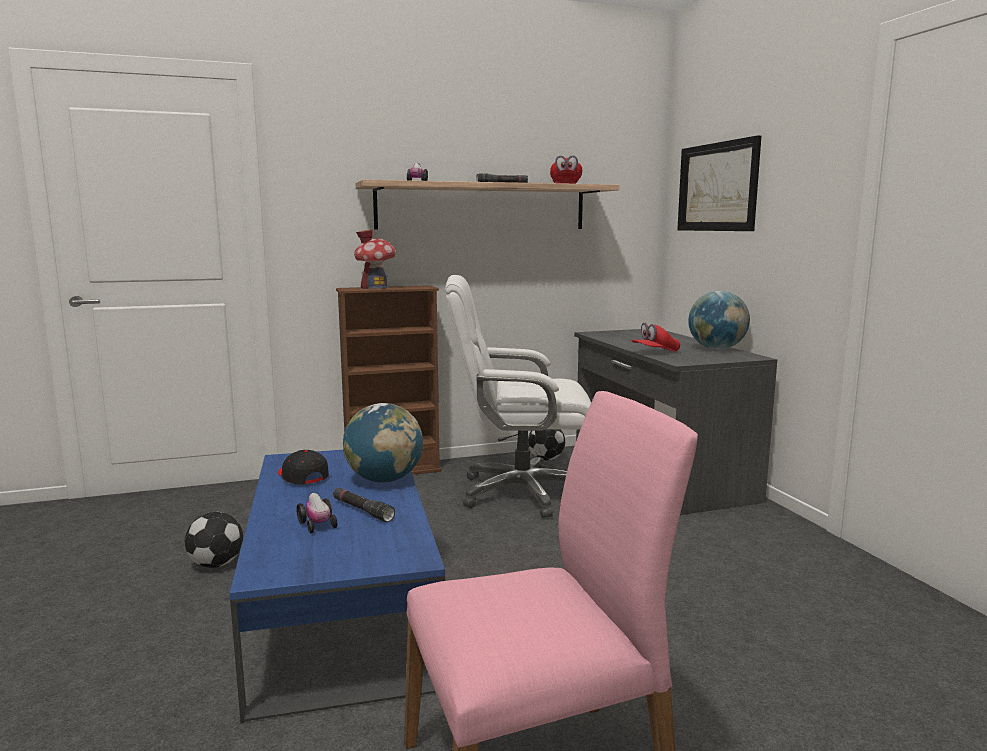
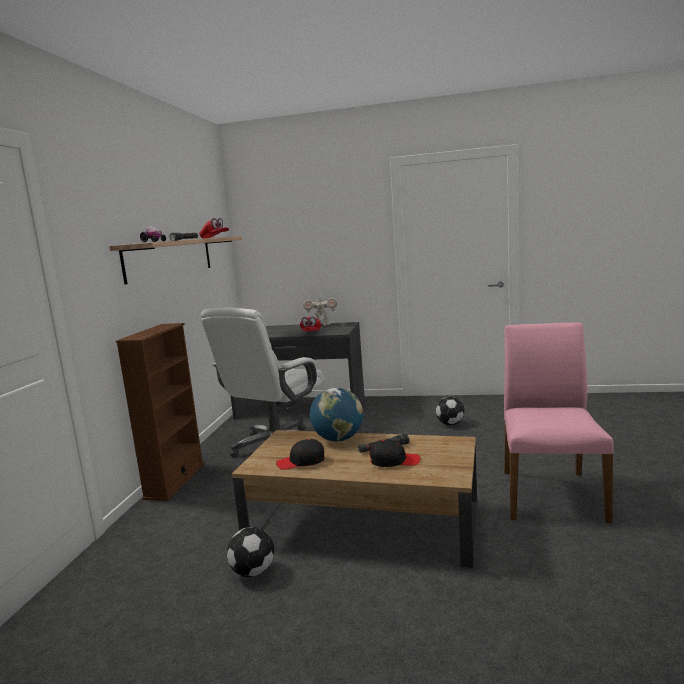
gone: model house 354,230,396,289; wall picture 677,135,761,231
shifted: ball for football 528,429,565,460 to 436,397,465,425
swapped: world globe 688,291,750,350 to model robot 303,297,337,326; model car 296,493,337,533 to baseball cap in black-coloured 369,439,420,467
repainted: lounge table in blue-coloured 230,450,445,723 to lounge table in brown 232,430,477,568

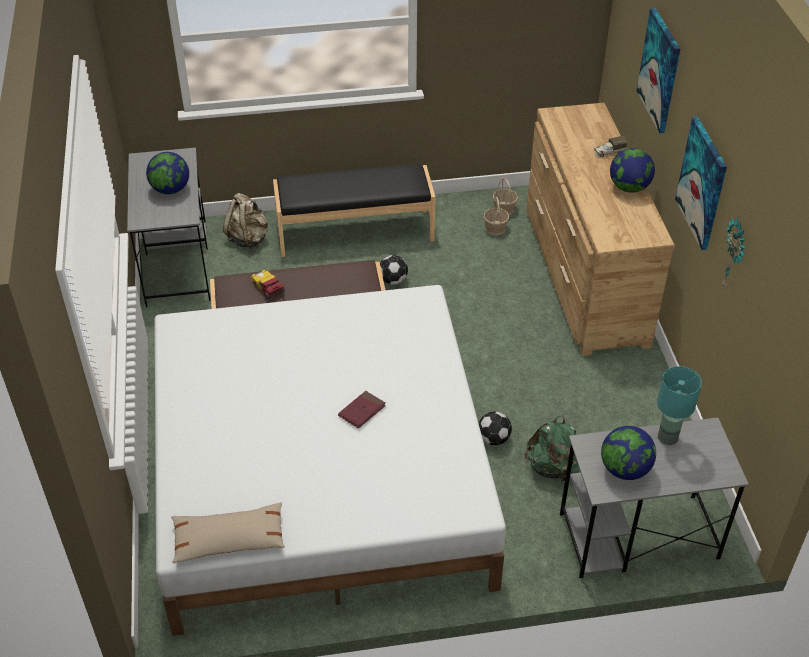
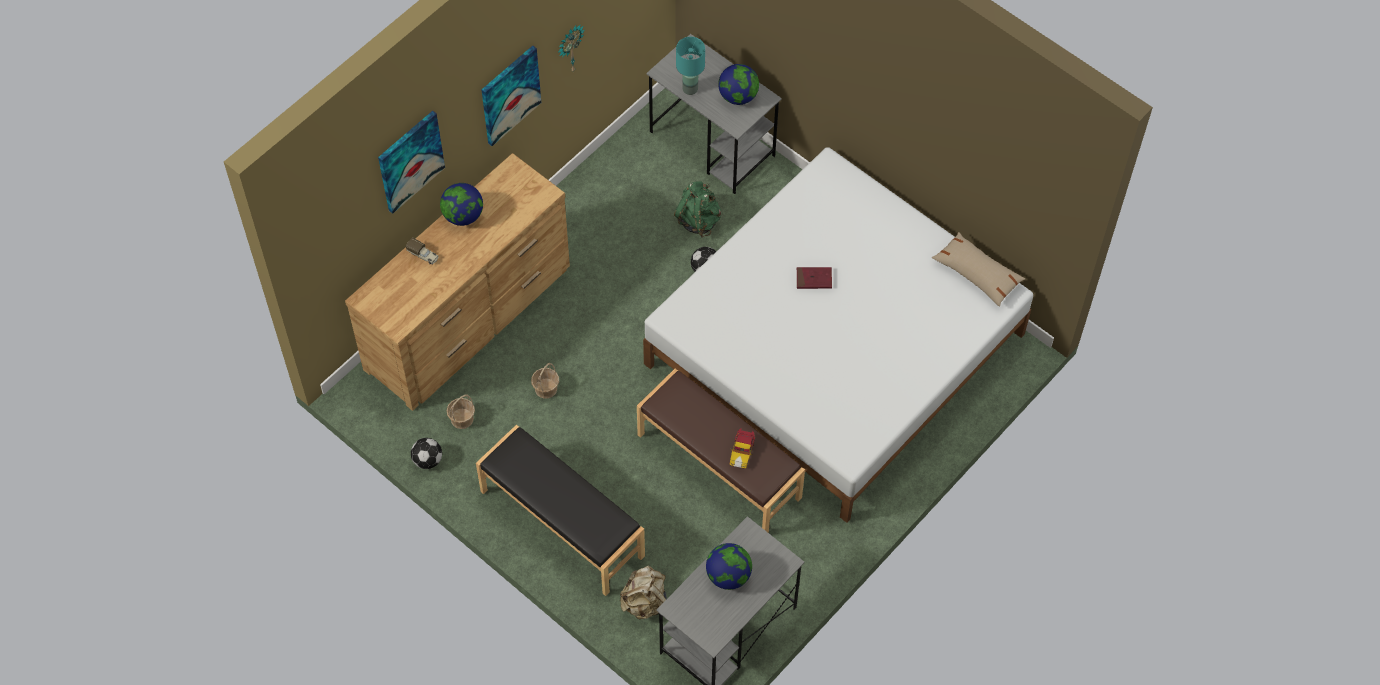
shifted: ball for football 380,255,408,285 to 411,438,442,469; household basket 493,178,518,215 to 531,363,559,399

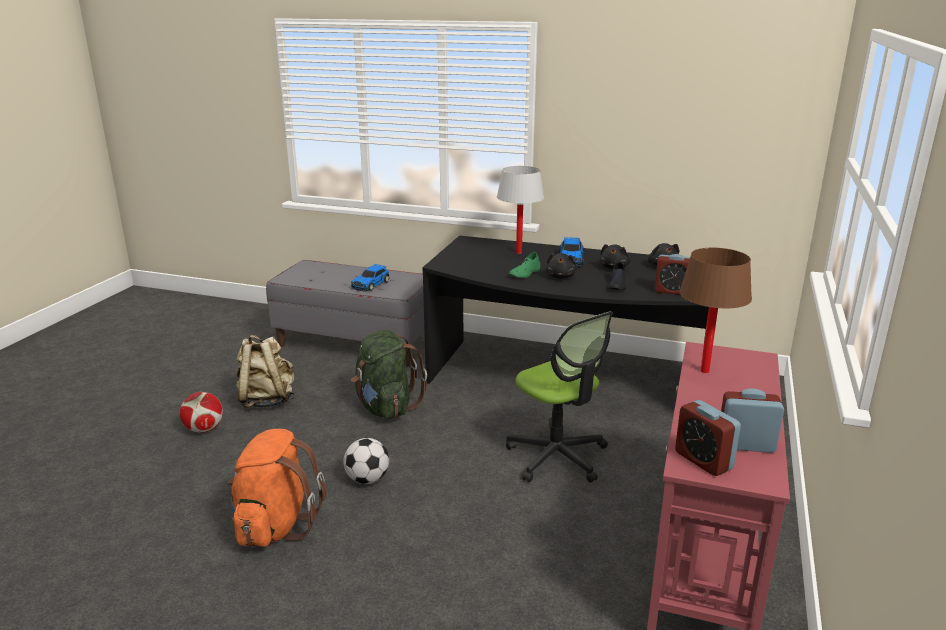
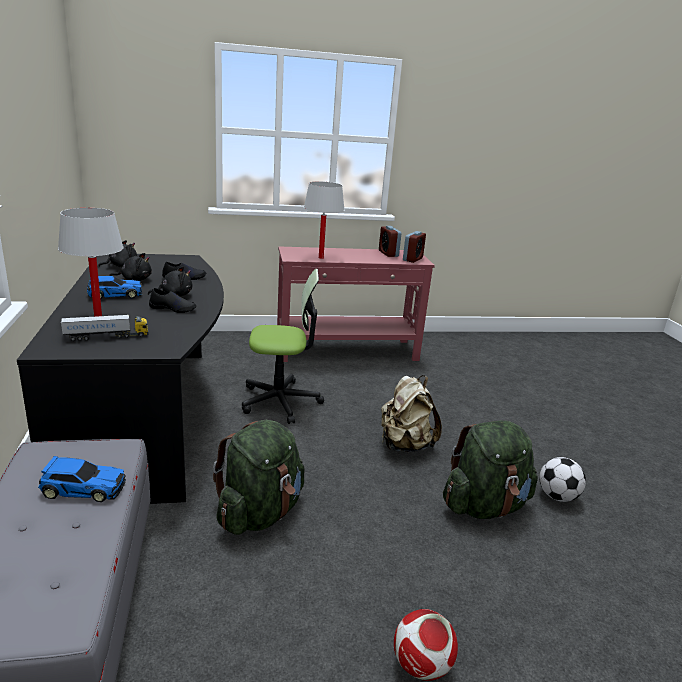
gone: table clock 655,254,690,295
new: toy truck 61,314,148,341
shifted: rucksack in beige-coloured 236,335,295,408 to 381,375,442,452; ball for football 343,438,389,484 to 540,457,586,502
repainted: item of footwear in greenish 509,252,540,278 to item of footwear in black-coloured 149,288,197,313; lamp for a table in brown 679,248,752,373 to lamp for a table in white 304,182,345,259; rucksack in orange-coloured 228,429,327,547 to rucksack in greenish 443,420,538,519
rotated: desk chair 506,311,613,483 = 242,269,324,424 60 degrees clockwise

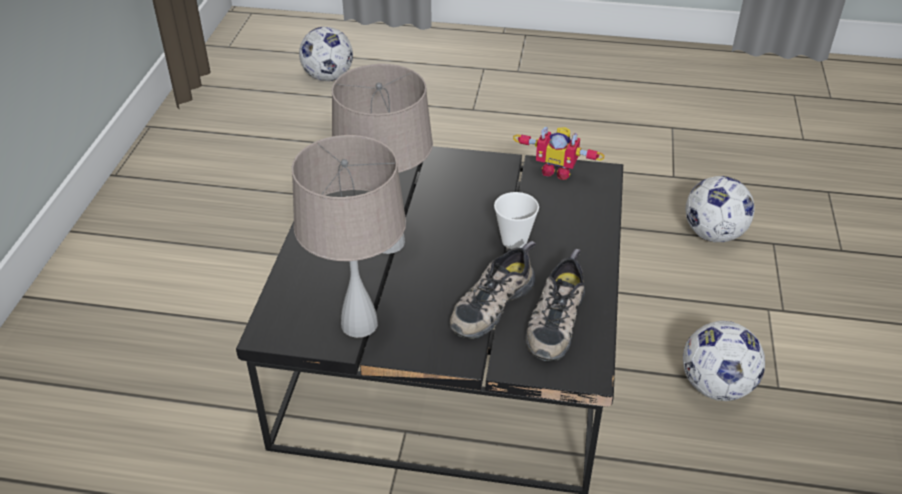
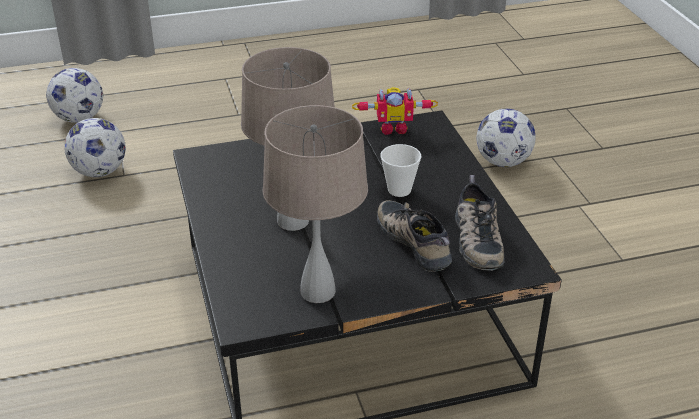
shifted: ball for football 683,321,765,401 to 64,118,126,177
rotated: item of footwear 450,241,536,339 = 377,200,452,272 135 degrees clockwise

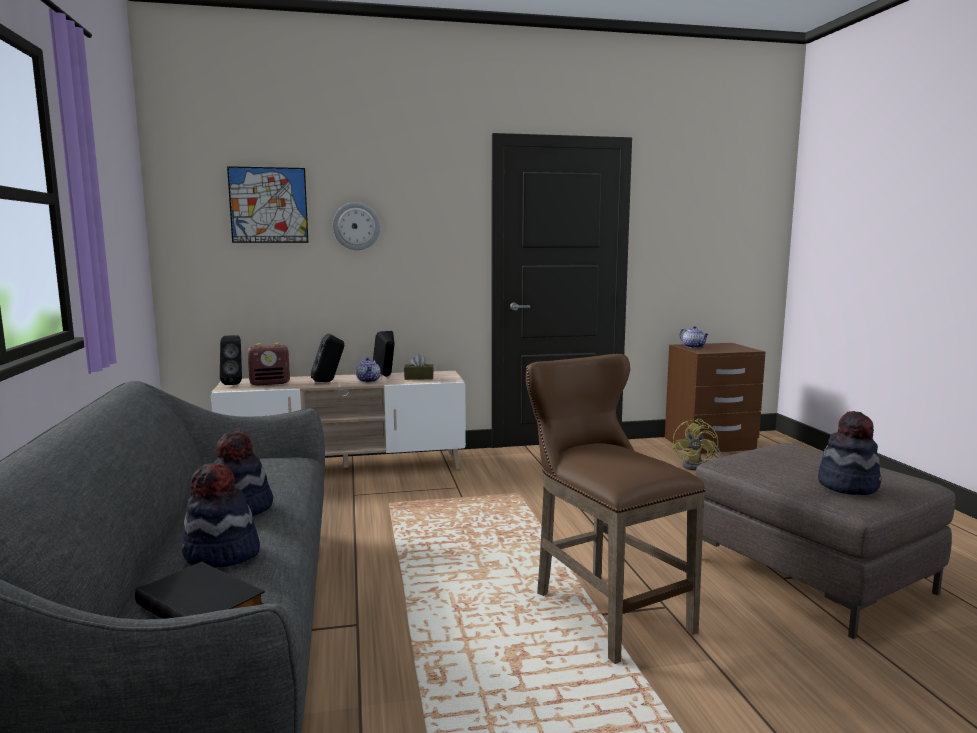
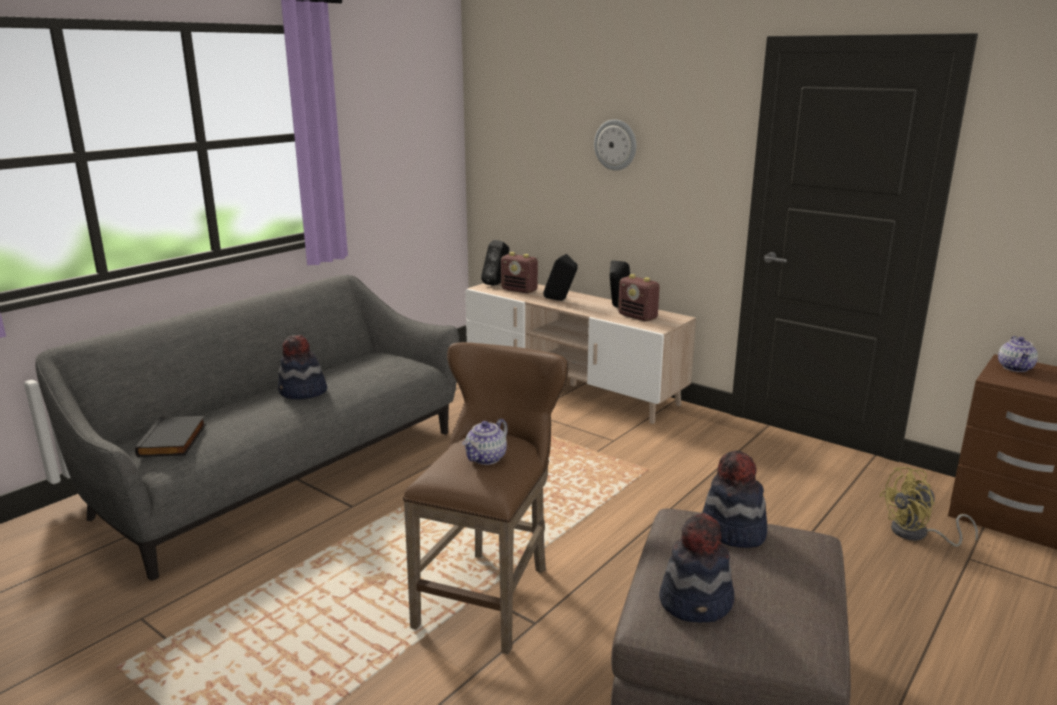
gone: wall picture 227,166,309,243
shifted: pot for tea 356,357,380,382 to 462,419,508,465; clothing hat 182,463,260,568 to 702,451,767,548
swapped: tissue box in brown 404,354,434,380 to radio 618,274,660,321

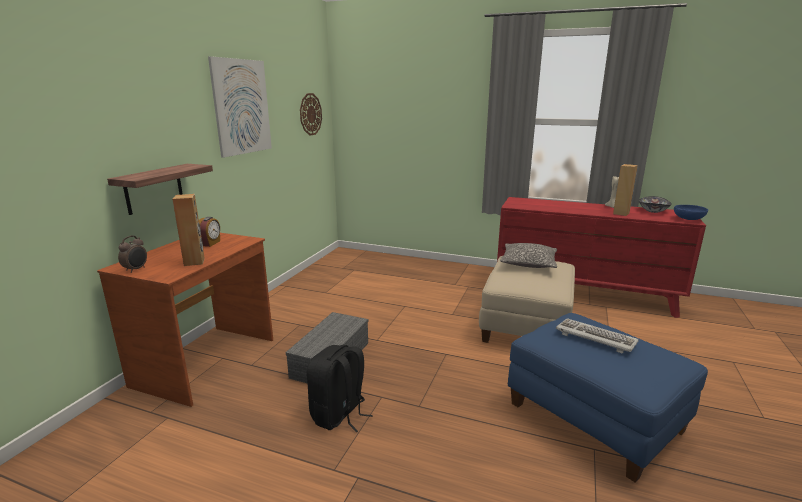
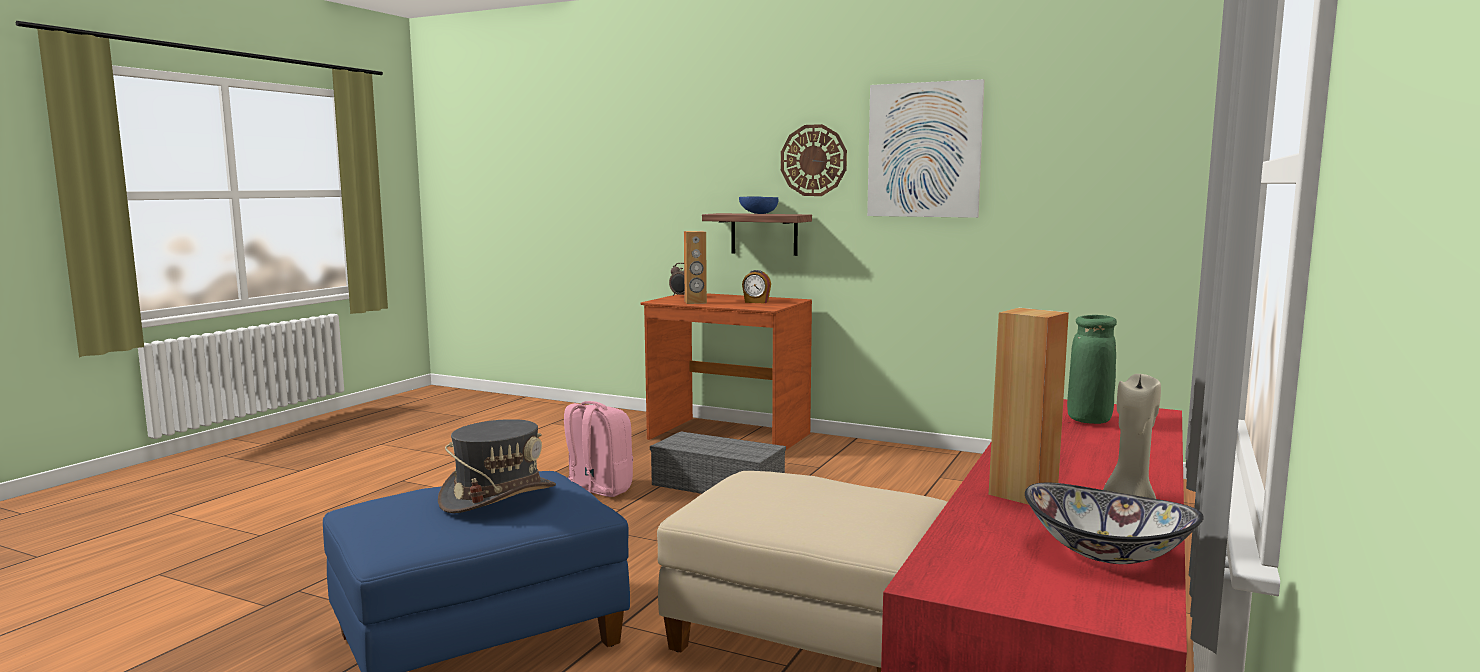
gone: pillow 500,243,557,268
new: vase in greenish 1067,315,1117,424
shifted: bowl in blue-coloured 674,205,708,220 to 739,196,778,214; clock on the wall 300,93,322,136 to 781,124,847,196
swapped: computer keyboard 556,318,639,354 to clothing hat in gray 438,419,556,513
repainted: rucksack in black-coloured 307,345,373,432 to rucksack in pinkish 564,401,633,497

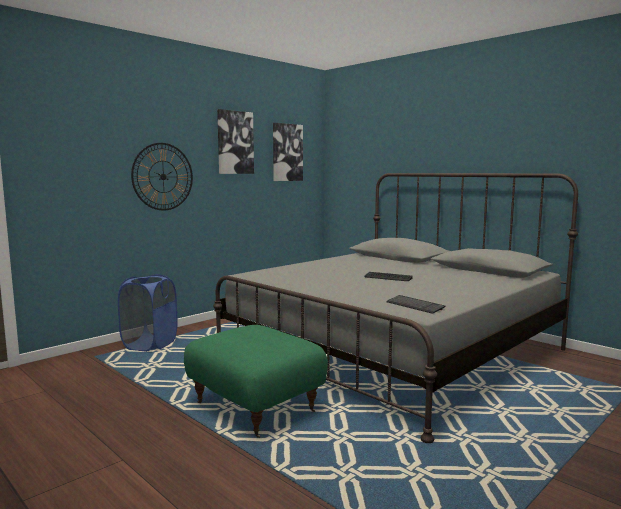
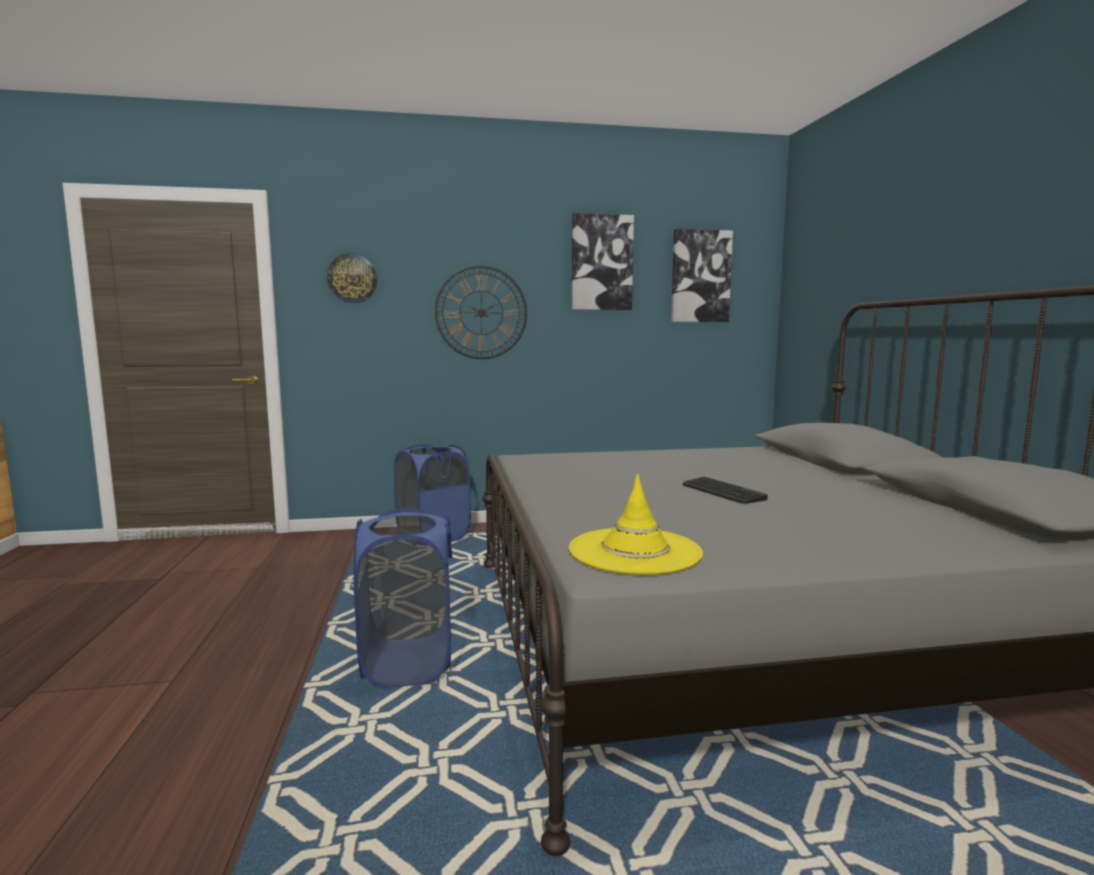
new: clock on the wall 327,253,377,303
swapped: footrest in greenish 184,325,328,438 to laundry basket in blue-coloured 353,508,452,688; computer keyboard 386,295,445,314 to clothing hat in yellow 569,474,703,575

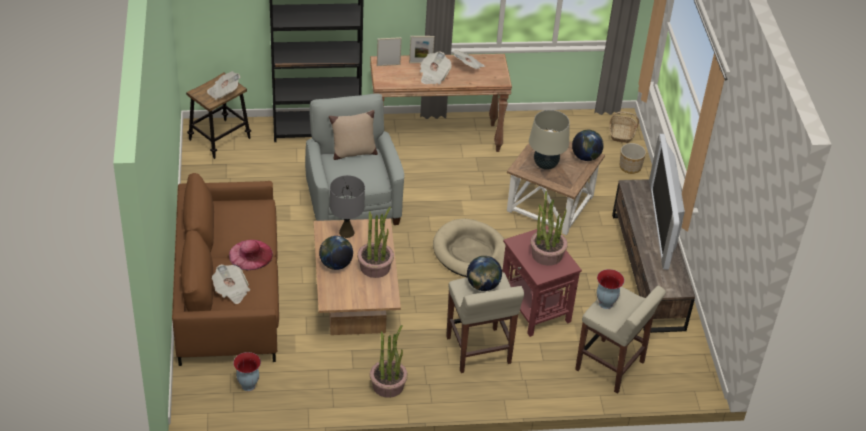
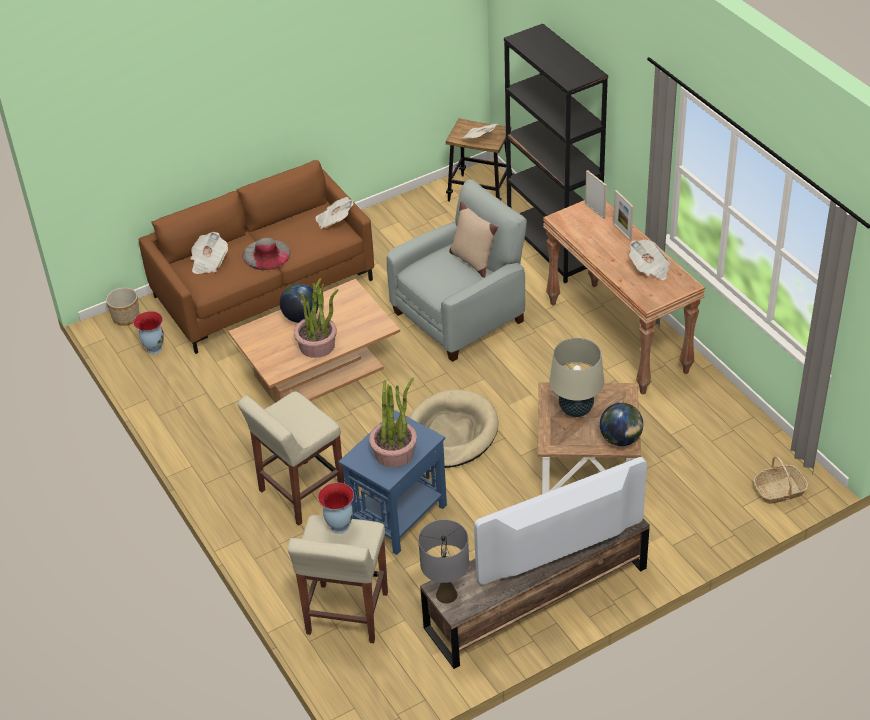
gone: plant in a pot 370,325,408,398; world globe 467,256,502,291
shifted: plant pot 620,143,646,174 to 106,287,140,326; daily paper 420,52,452,84 to 315,197,353,229; lamp for a table in gray 330,175,365,238 to 418,520,469,603
repainted: clothing hat in pinkish 229,240,273,271 to clothing hat in gray 242,238,291,270; side table in reddish 502,226,582,337 to side table in blue-coloured 338,410,447,555

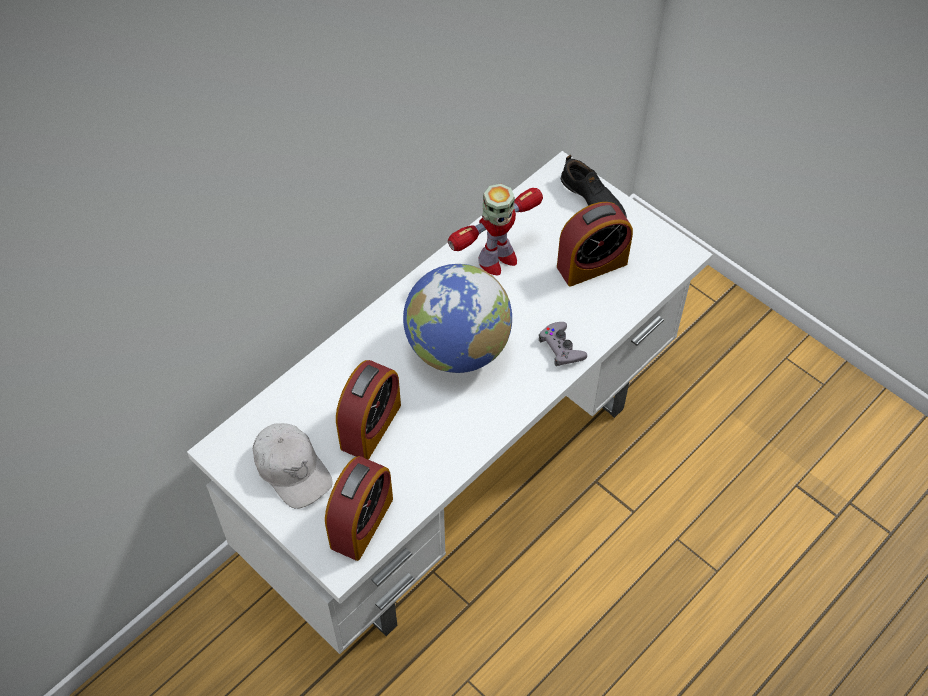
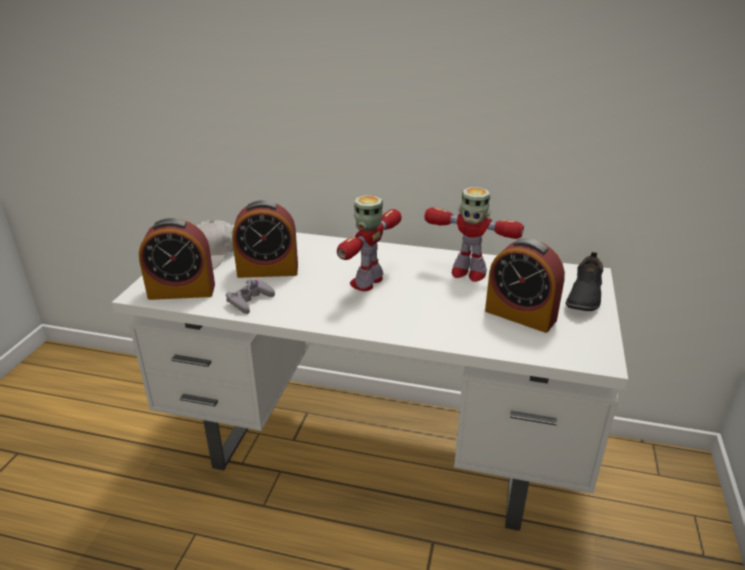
shifted: joypad in gray 539,322,587,367 to 226,280,275,314
swapped: world globe 403,264,512,373 to model robot 337,195,402,291

